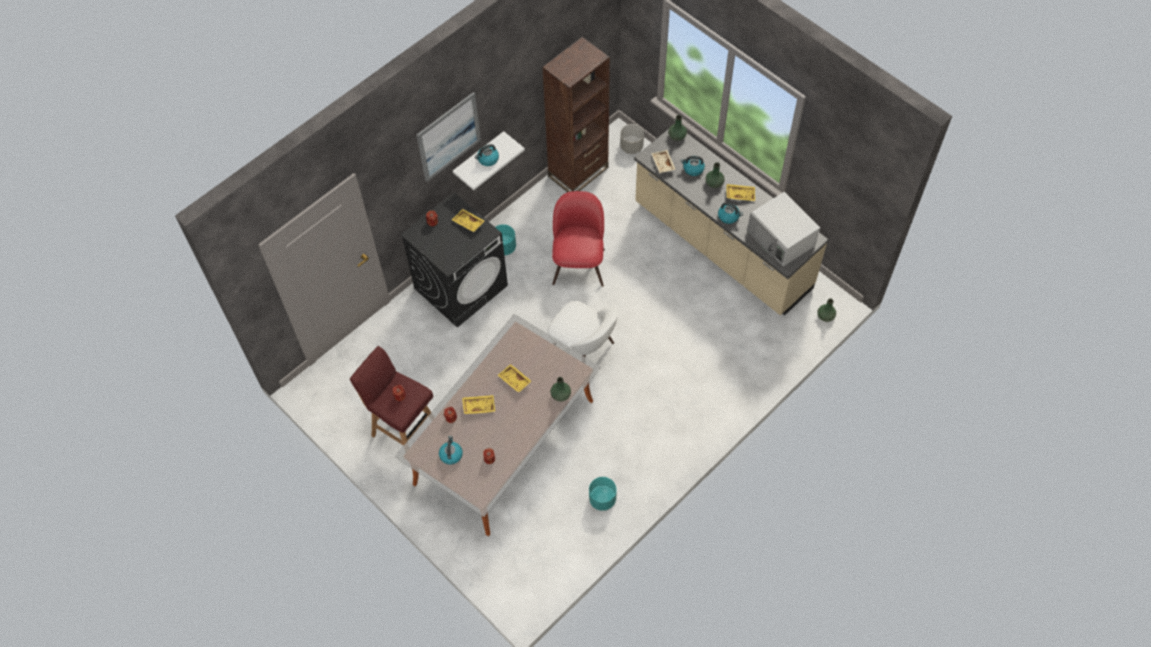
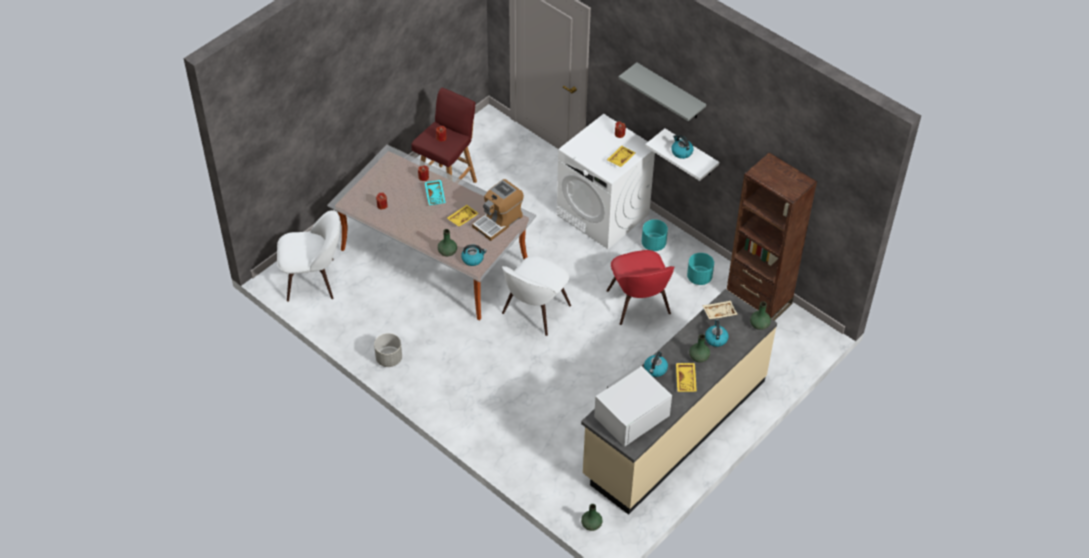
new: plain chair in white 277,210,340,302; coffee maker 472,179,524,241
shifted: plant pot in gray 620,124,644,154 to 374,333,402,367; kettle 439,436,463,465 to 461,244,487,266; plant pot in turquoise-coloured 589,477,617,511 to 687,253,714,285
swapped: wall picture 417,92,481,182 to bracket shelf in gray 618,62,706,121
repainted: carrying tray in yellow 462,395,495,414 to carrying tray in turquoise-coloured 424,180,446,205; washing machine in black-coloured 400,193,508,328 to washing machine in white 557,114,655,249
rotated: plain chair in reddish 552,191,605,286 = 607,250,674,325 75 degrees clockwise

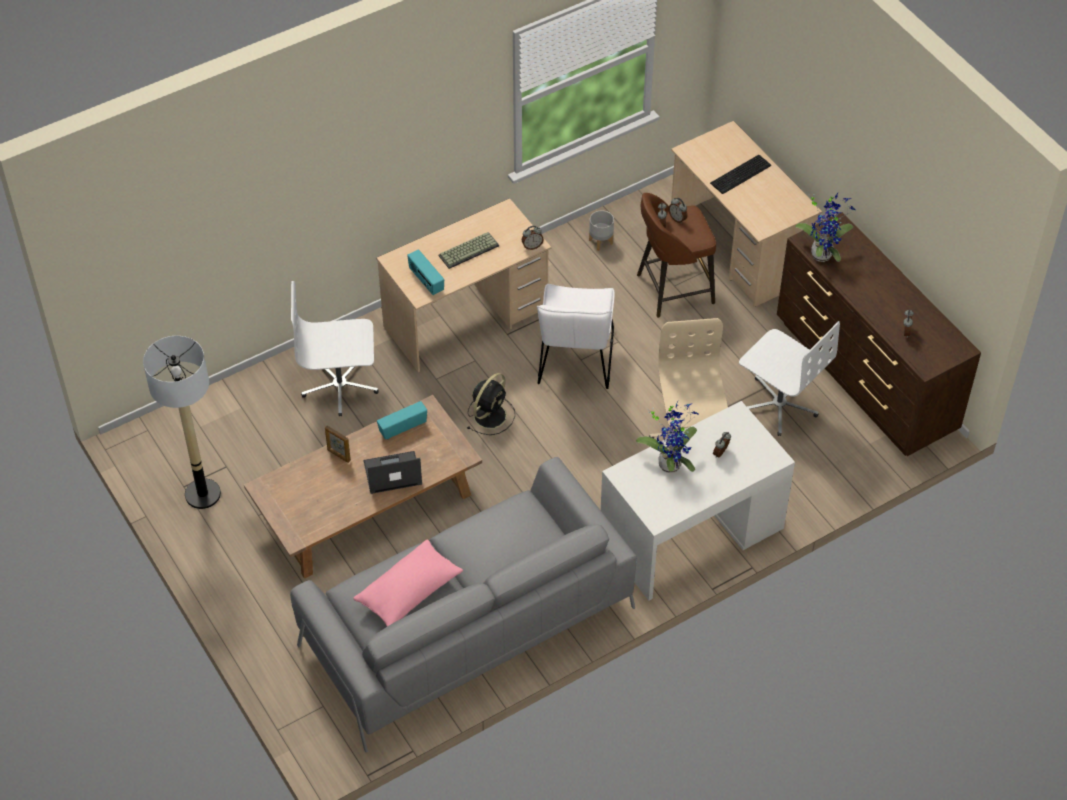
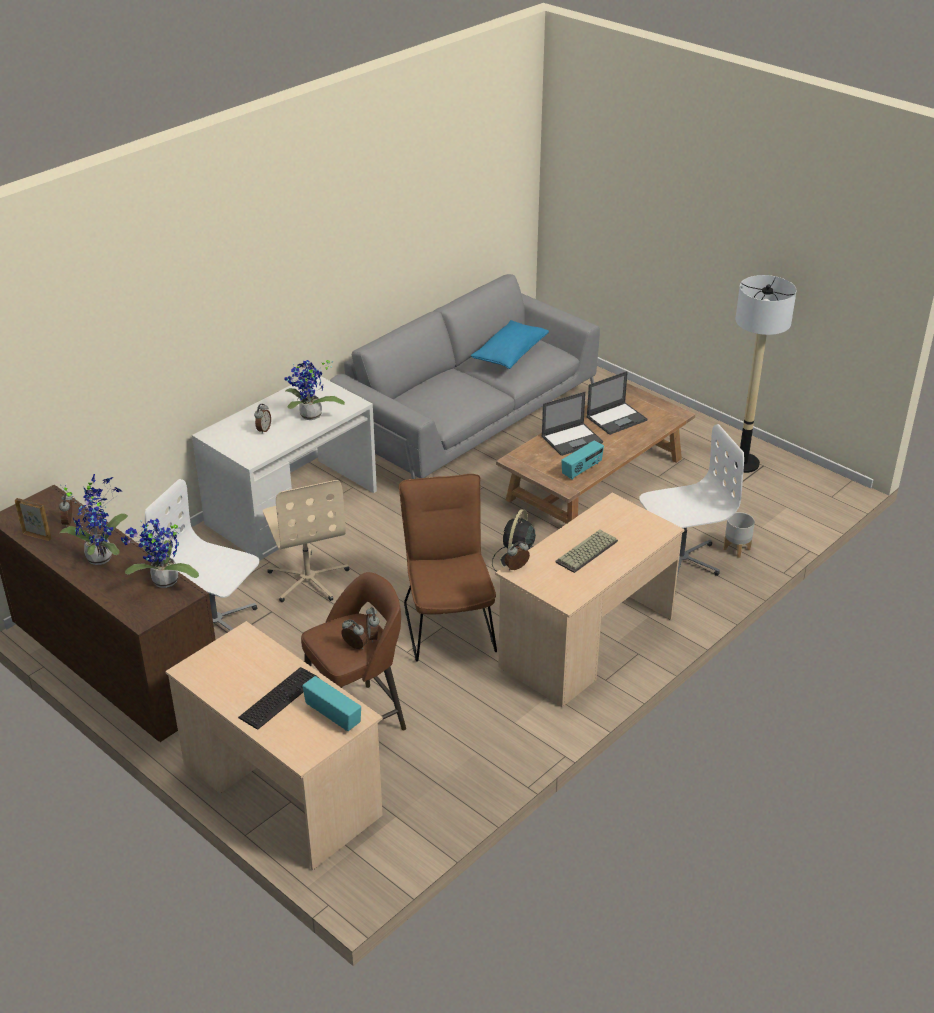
new: plant in a pot 59,474,128,565; portable computer 586,371,648,435
shifted: picture frame 325,425,351,463 to 15,498,51,541; radio 407,249,444,295 to 303,676,361,731; plant pot in gray 589,210,614,251 to 723,512,755,558
repainted: plain chair in white 537,284,615,389 to plain chair in brown 399,474,497,662; pillow in pinkish 354,540,463,626 to pillow in blue-coloured 471,320,549,369

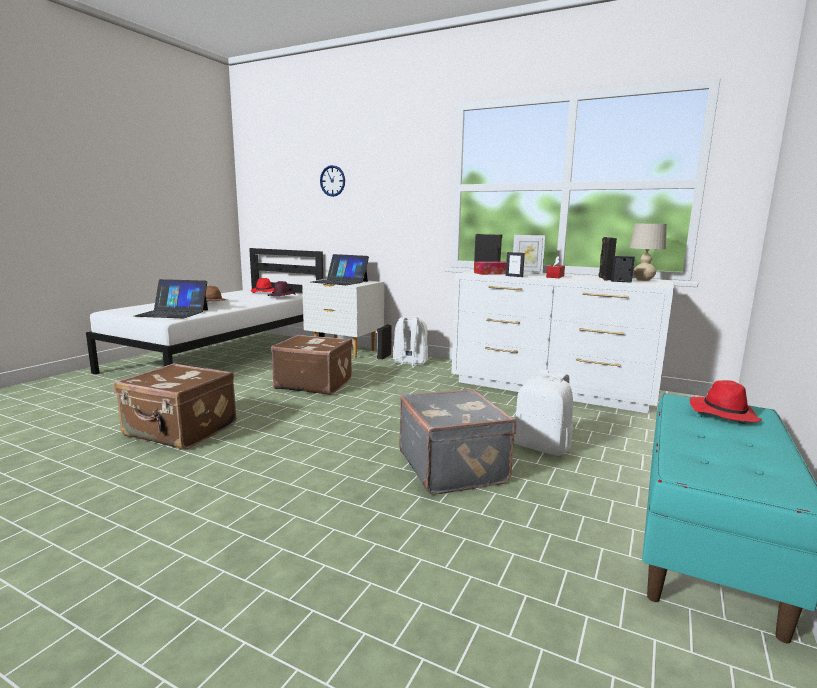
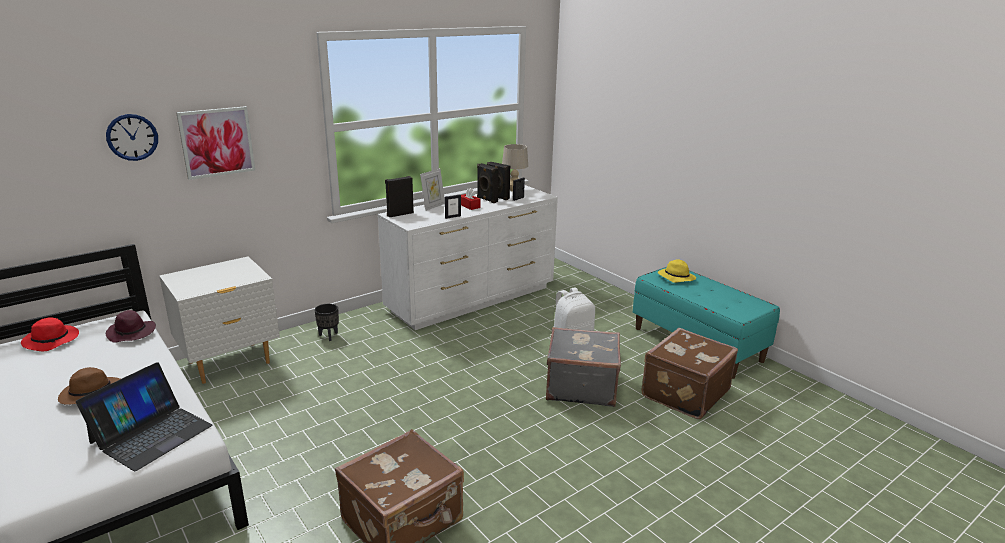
gone: portable computer 311,254,369,285; tissue box 474,261,506,275
new: wall picture 176,106,255,180
shifted: speaker in black-coloured 377,324,392,360 to 477,163,499,203; travel case in brown 271,335,353,395 to 642,328,738,419
swapped: rucksack in white 393,316,428,367 to plant pot in black-coloured 314,304,339,341
repainted: clothing hat in reddish 689,380,762,422 to clothing hat in yellow 658,259,696,283

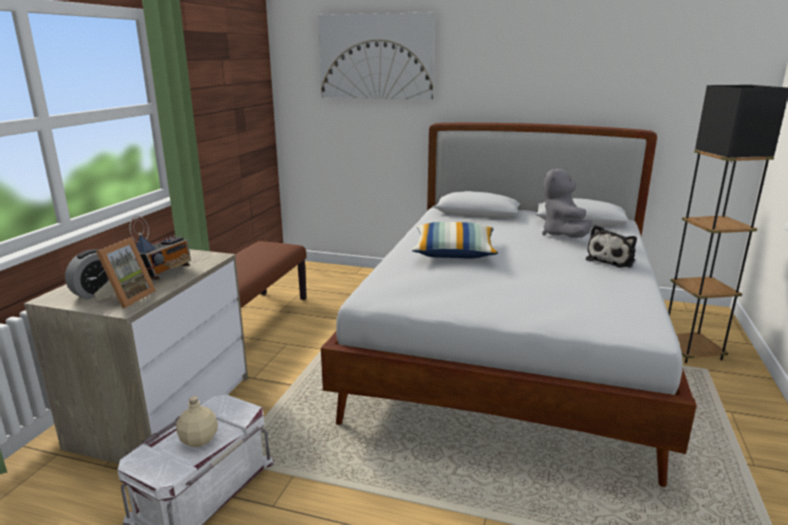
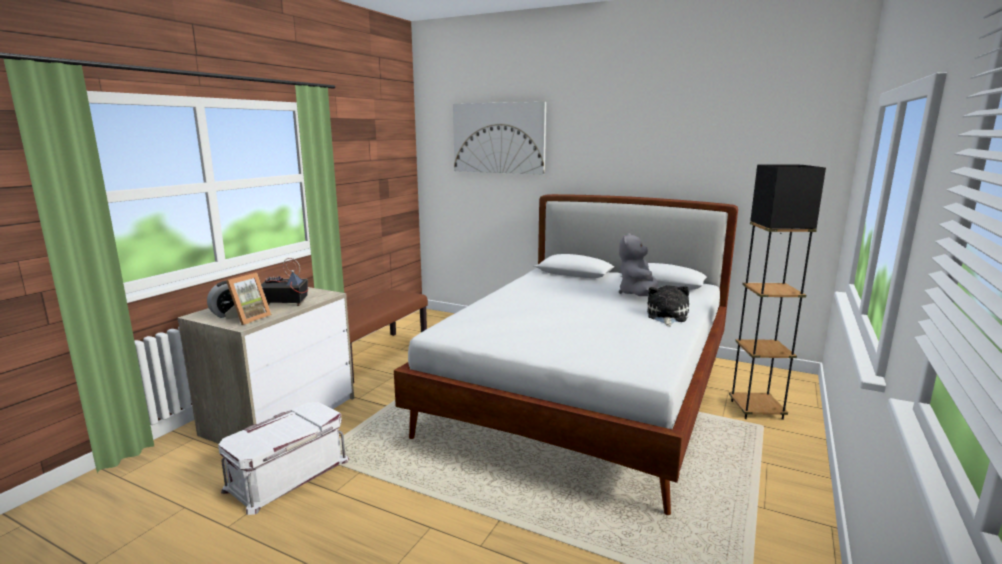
gone: bottle in beige-coloured 176,396,218,447; pillow 412,222,498,259
rotated: radio 129,216,191,280 = 261,258,308,306 120 degrees counterclockwise; plush toy 586,225,637,268 = 647,285,689,327 150 degrees clockwise

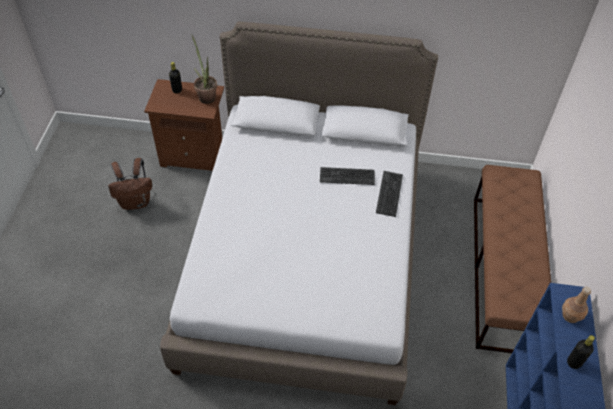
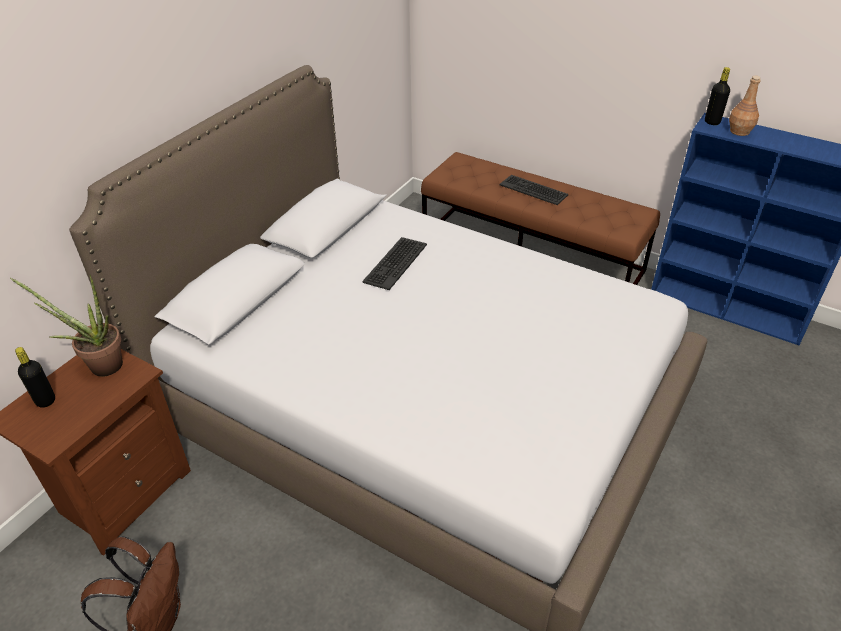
shifted: computer keyboard 376,171,403,217 to 499,175,568,205; bottle in black-coloured 567,335,595,369 to 705,67,730,125

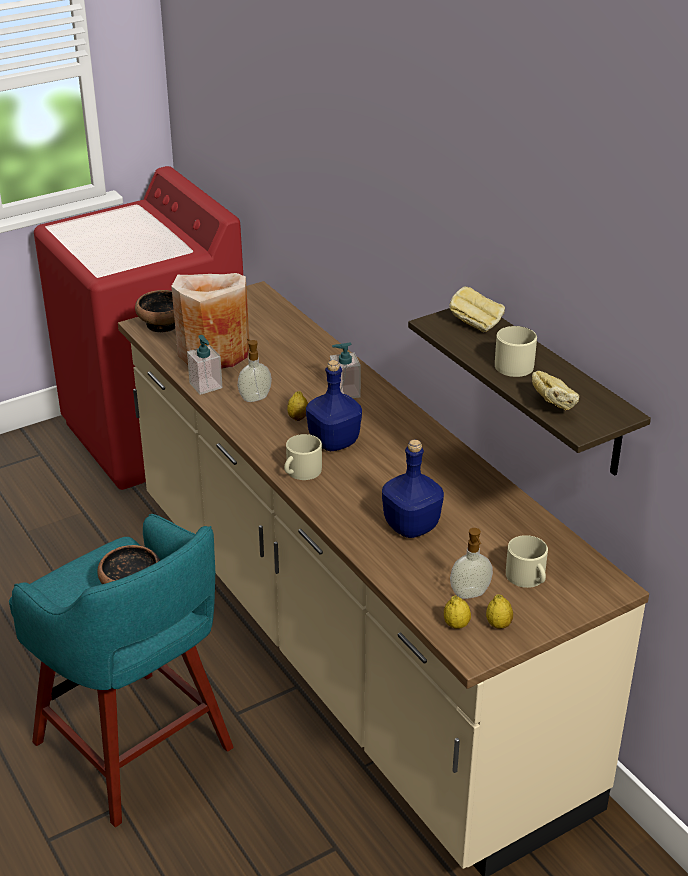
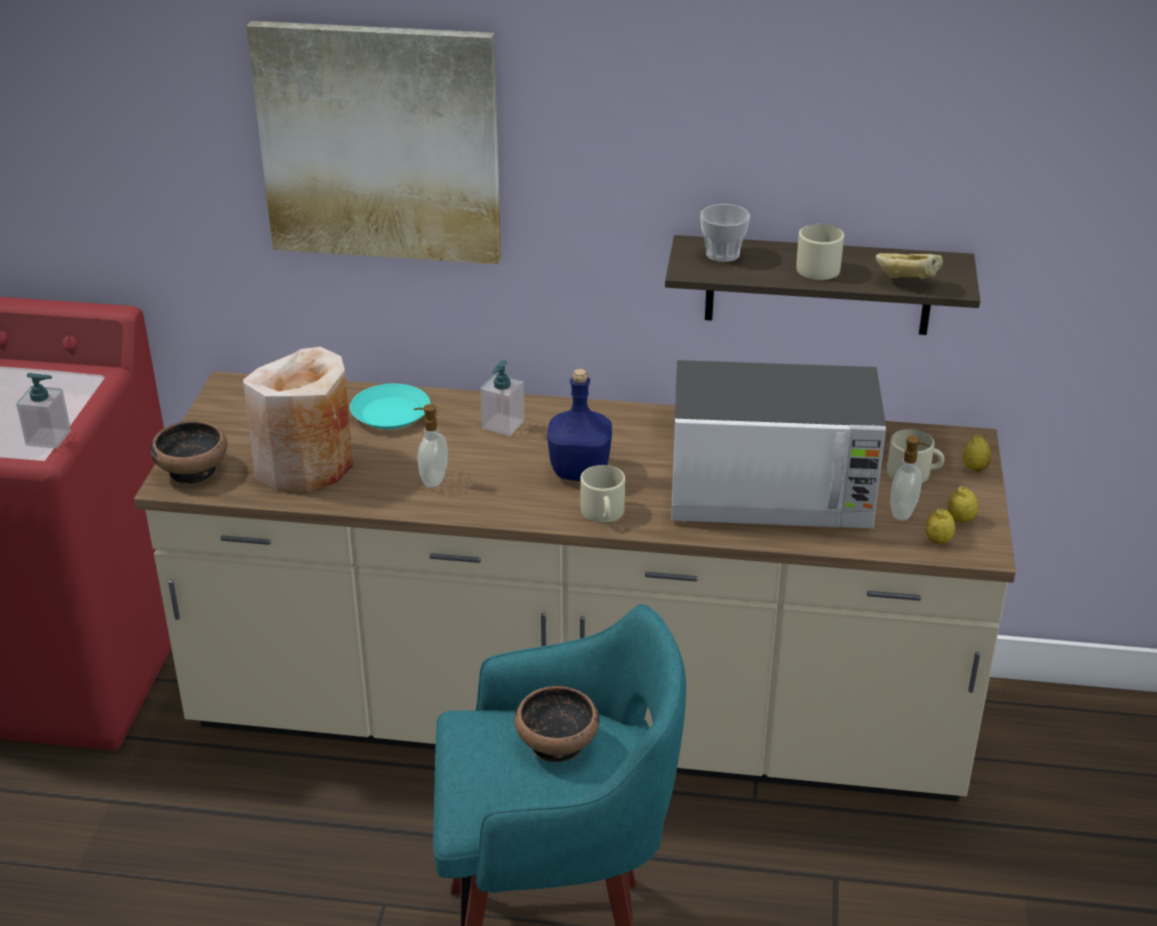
new: wall picture 246,21,501,264; dinner plate in turquoise-coloured 350,384,430,429
shifted: soap dispenser 187,335,223,395 to 16,373,71,449; lemon 287,391,308,421 to 963,434,991,472
swapped: bottle in blue-coloured 382,440,444,538 to microwave oven 671,360,886,528; bakery bread 449,286,505,332 to small cup 700,204,750,262

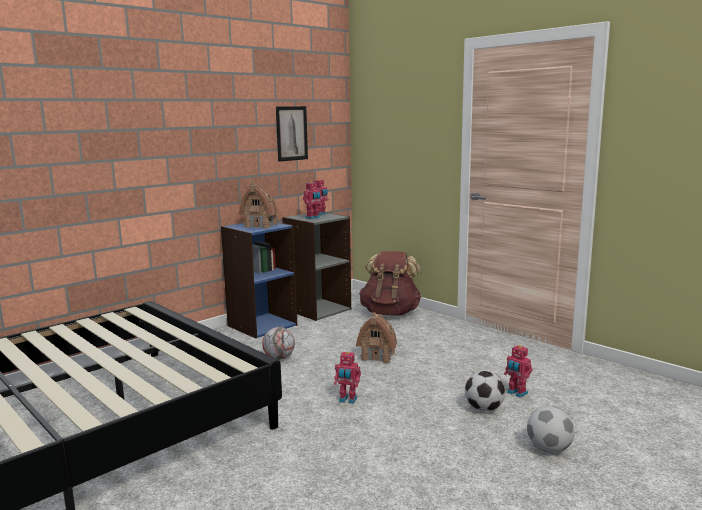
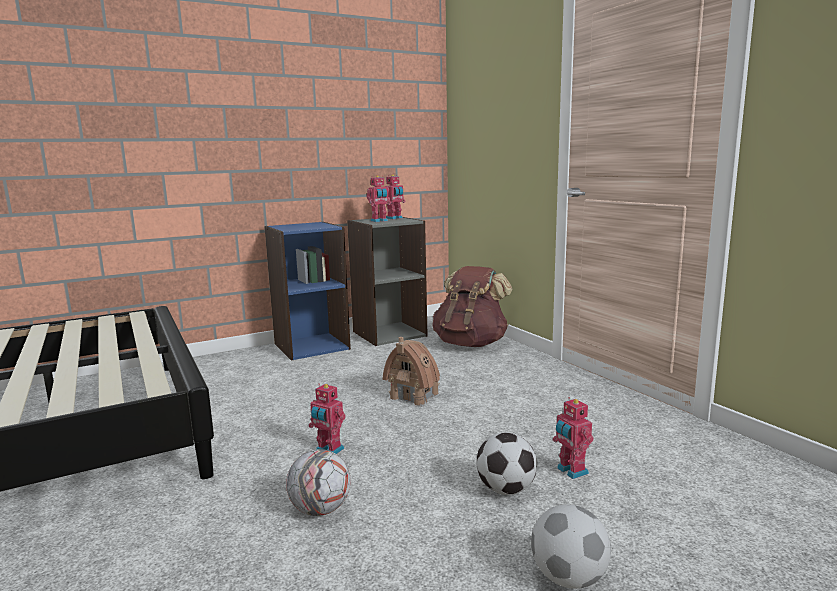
gone: model house 239,181,278,229; wall picture 276,106,308,162
shifted: ball for football 262,327,295,360 to 286,449,351,516

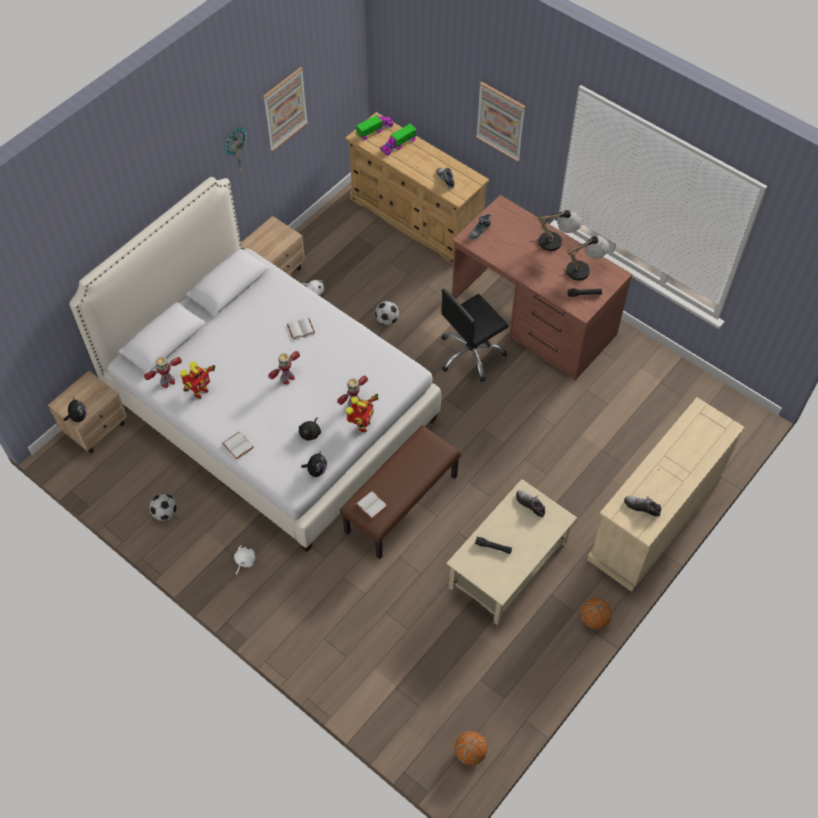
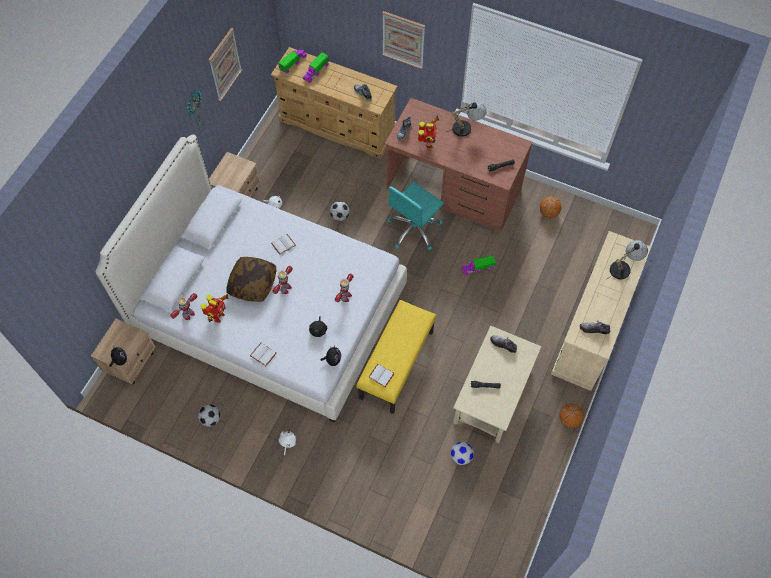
new: pillow 226,257,276,302; ball for football 451,442,474,465; toy truck 462,255,496,275
shifted: model robot 346,394,379,432 to 418,116,439,148; basketball 455,731,487,766 to 540,197,561,218; lamp for a table 559,236,610,281 to 606,240,648,280
repainted: bench in brown 340,425,461,559 to bench in yellow 356,300,437,414; desk chair in black-coloured 441,289,508,382 to desk chair in turquoise-coloured 387,182,444,250

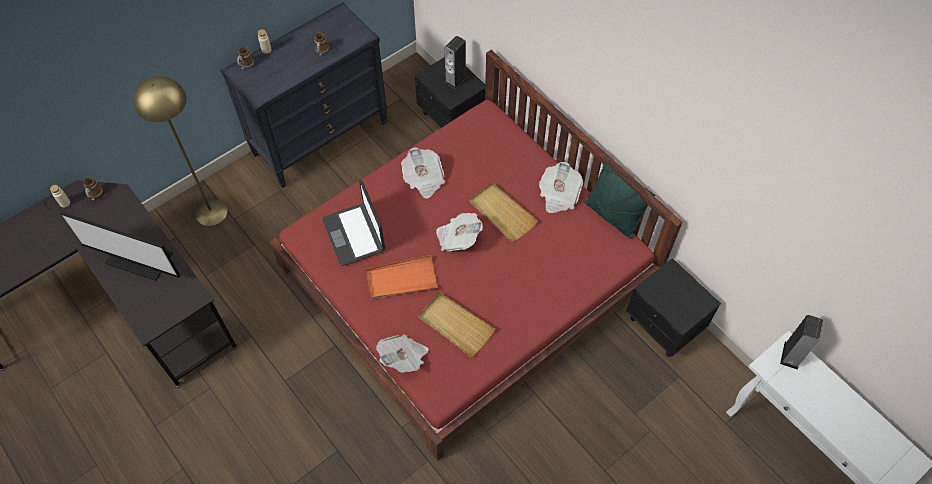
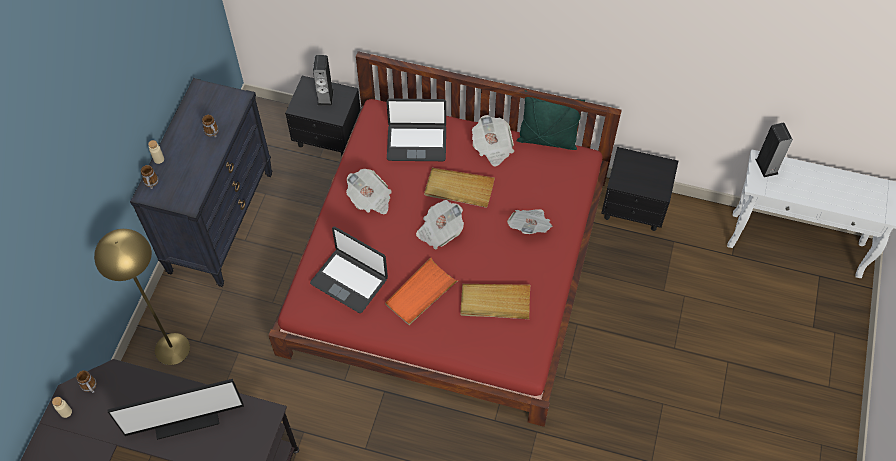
new: portable computer 386,99,446,161
shifted: daily paper 376,334,429,373 to 507,209,552,234

